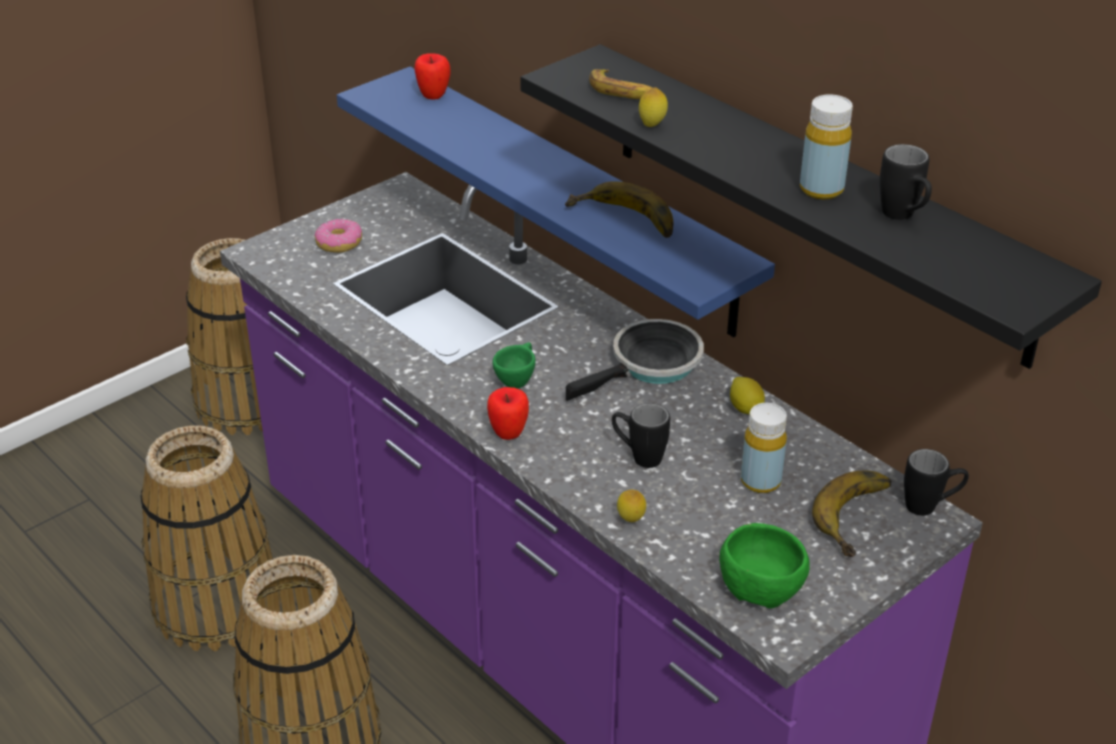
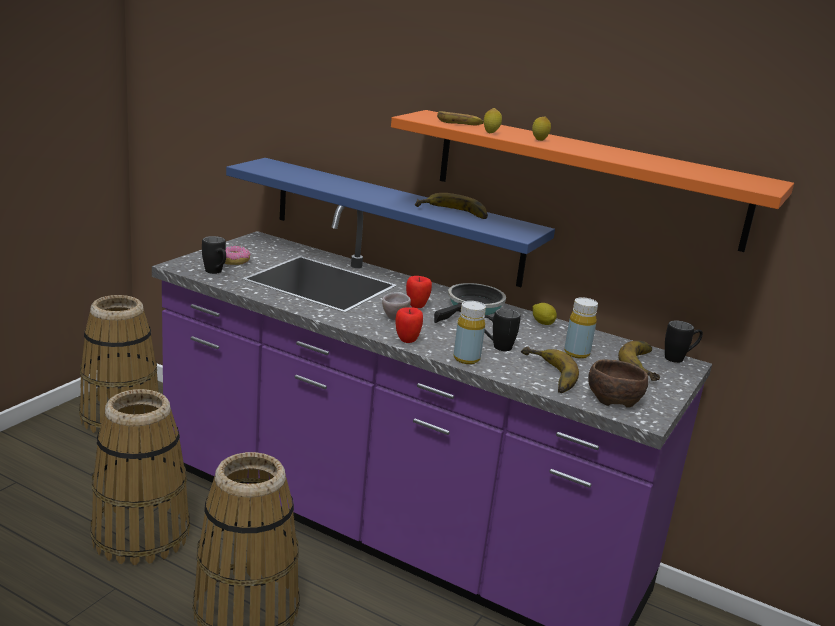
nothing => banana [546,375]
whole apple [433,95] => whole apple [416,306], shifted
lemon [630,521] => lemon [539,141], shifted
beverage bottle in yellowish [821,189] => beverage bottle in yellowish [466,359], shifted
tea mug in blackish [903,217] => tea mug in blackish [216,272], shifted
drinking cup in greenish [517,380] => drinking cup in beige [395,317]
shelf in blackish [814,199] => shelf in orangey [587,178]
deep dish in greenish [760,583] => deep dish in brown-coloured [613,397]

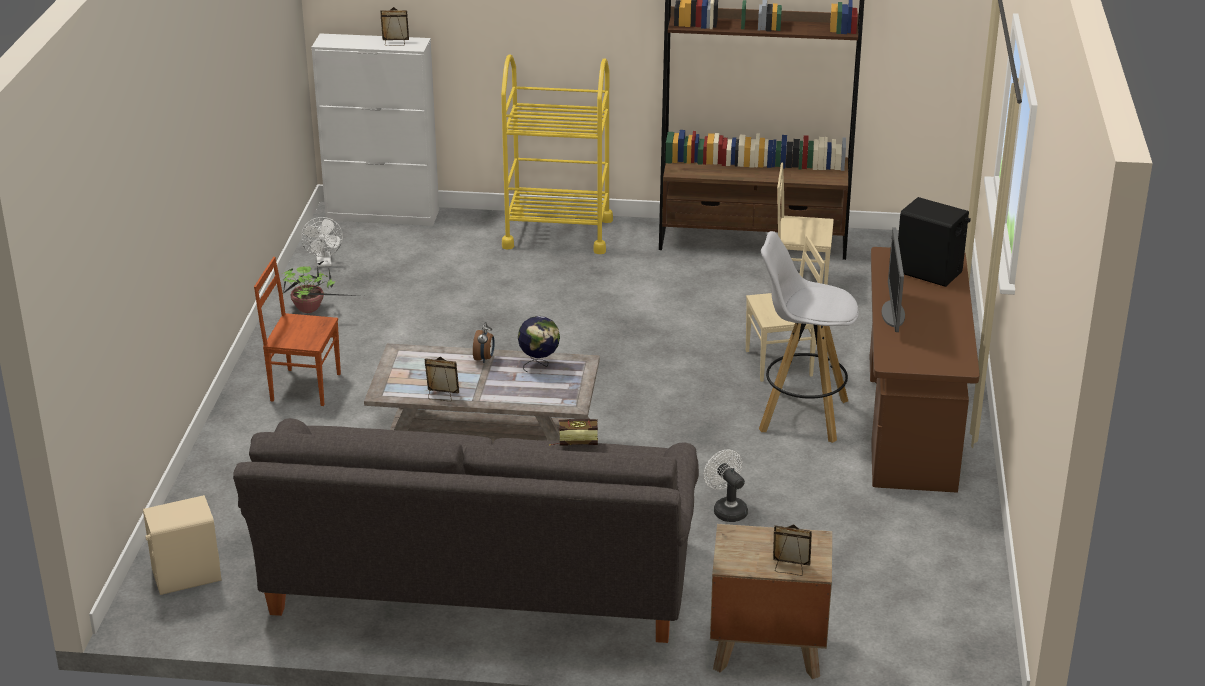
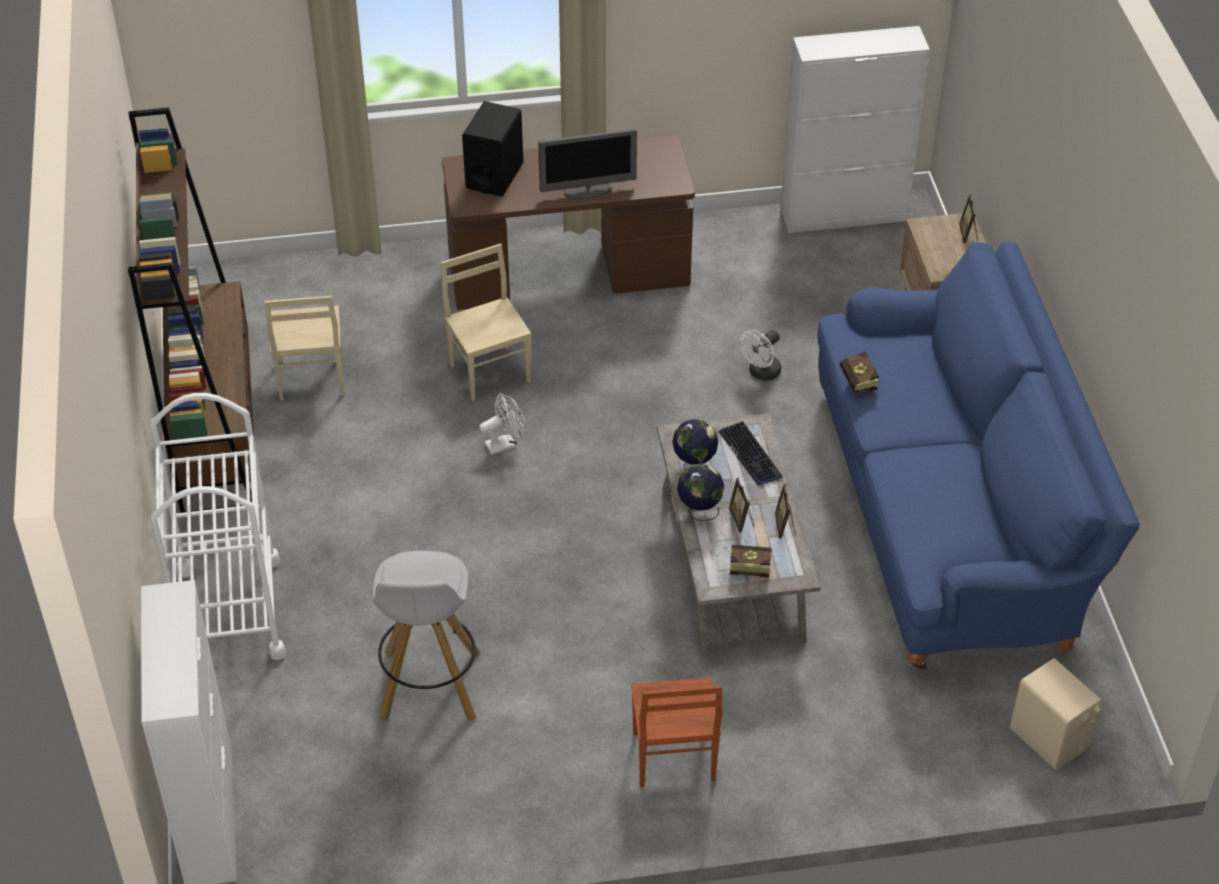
houseplant [310,310] => nothing
nothing => computer keyboard [750,454]
nothing => book [744,567]
nothing => cabinet in white-coloured [844,214]
electric fan in white-coloured [324,263] => electric fan in white-coloured [505,444], shifted
picture frame [395,43] => picture frame [742,520], shifted
sitting stool in white-coloured [801,415] => sitting stool in white-coloured [430,687], shifted
table clock [484,358] => world globe [699,511]
settee in grey [479,584] => settee in blue-coloured [949,514]
trolley in yellowish [558,233] => trolley in white-coloured [230,612]

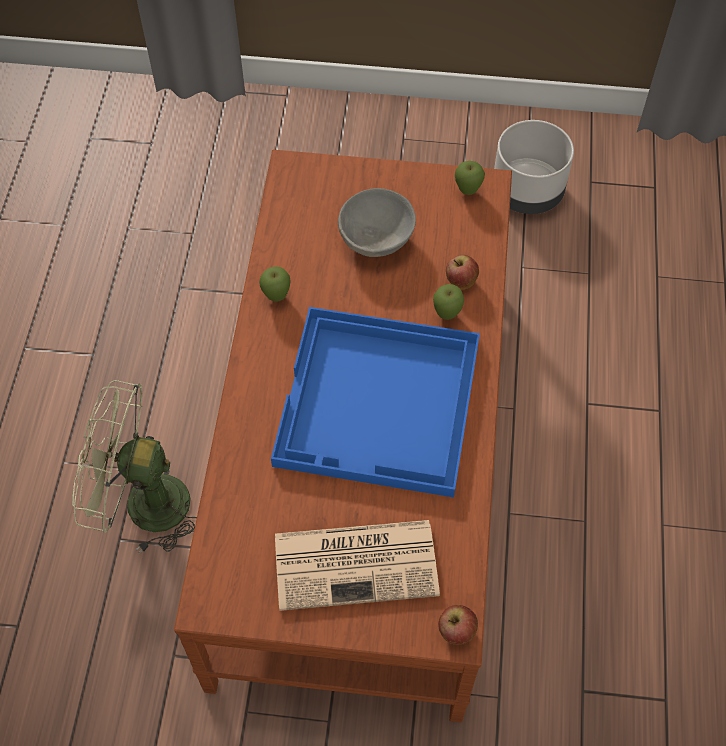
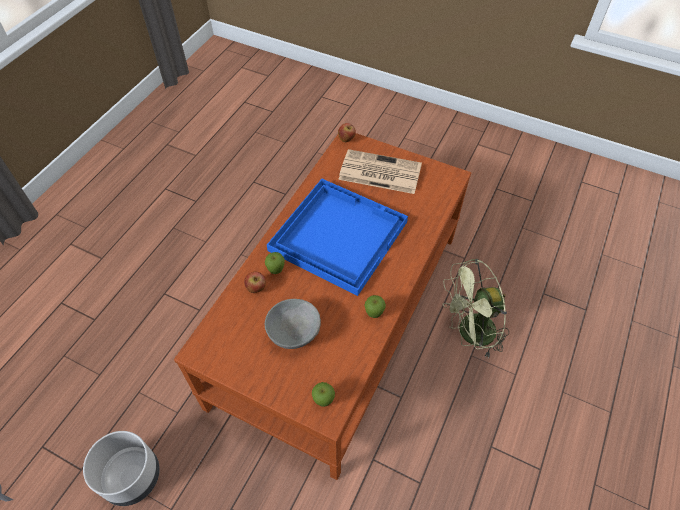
whole apple [467,191] => whole apple [323,401], shifted
electric fan in greenish [143,504] => electric fan in greenish [469,334], 135 degrees clockwise

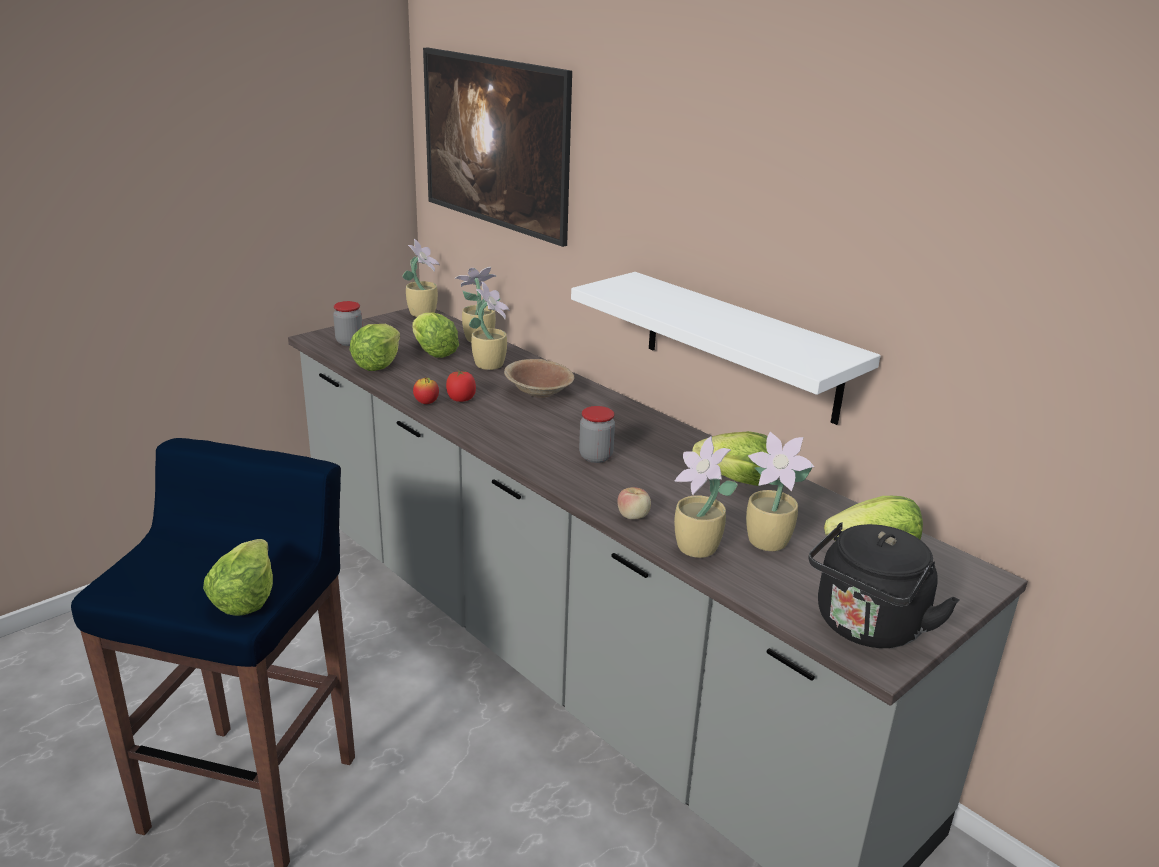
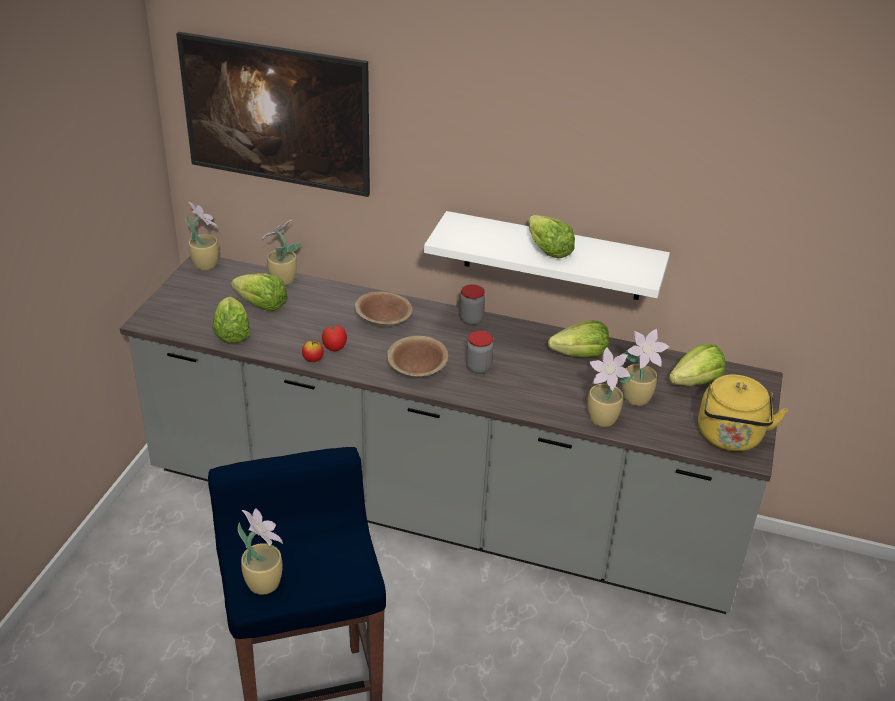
whole apple [633,516] => nothing
nothing => deep dish in brown-coloured [417,369]
head of lettuce [245,597] => head of lettuce [547,249], shifted
preserve jar [349,342] => preserve jar [471,319], shifted
houseplant [490,364] => houseplant [264,582], shifted
tea kettle in blackish [866,628] => tea kettle in yellowish [730,438]

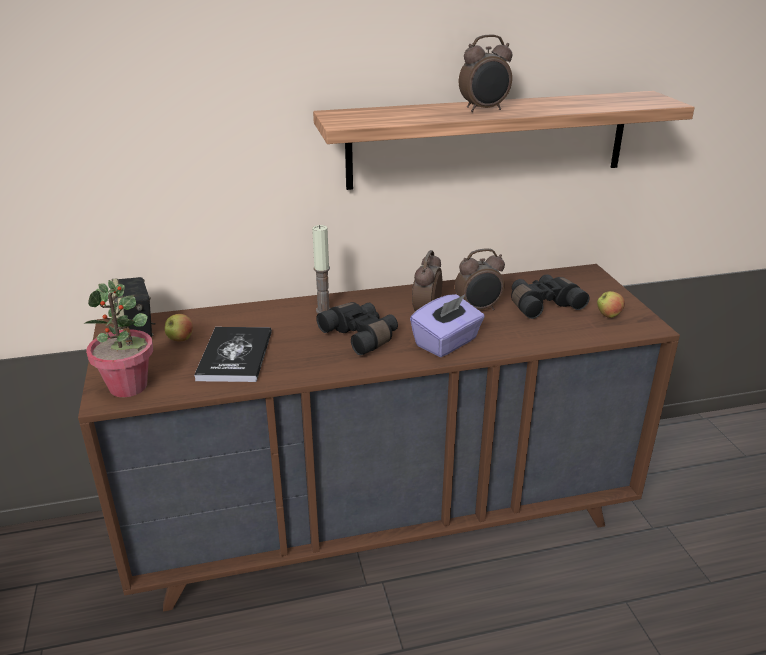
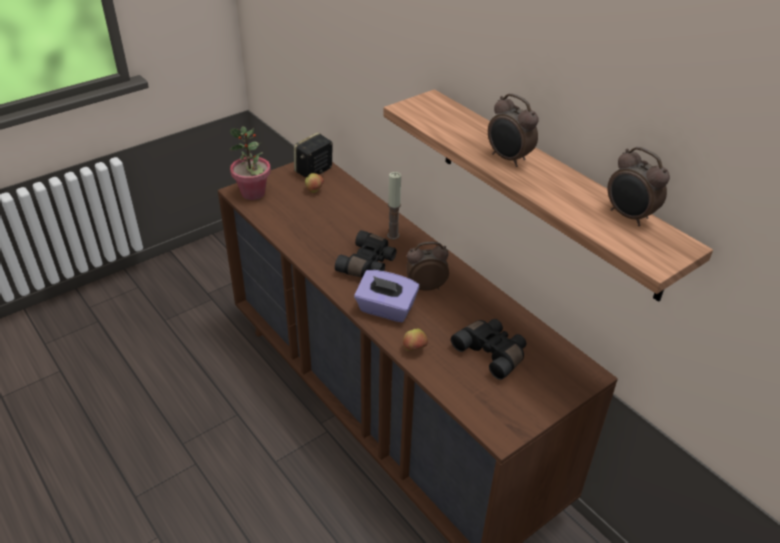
book [235,355] => nothing
table clock [478,309] => table clock [629,216], shifted
whole apple [608,316] => whole apple [414,349], shifted

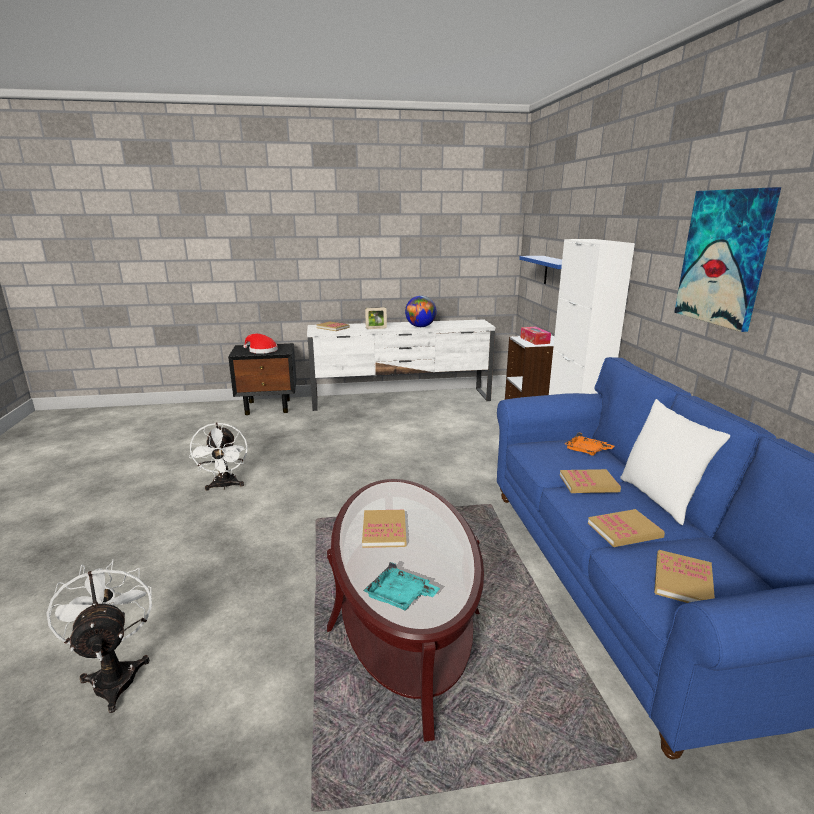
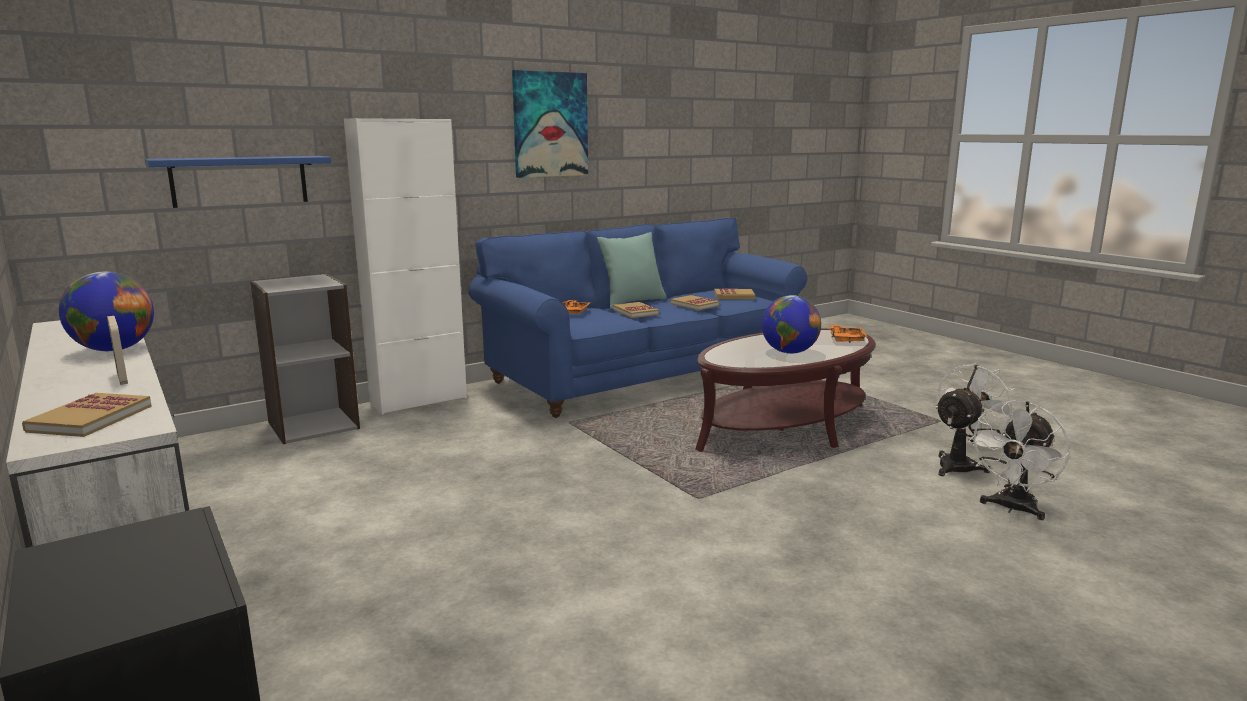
wearable hat in red [261,350] => nothing
tissue box [534,340] => nothing
electric fan in white-coloured [224,486] => electric fan in white-coloured [961,465], shifted
book [384,530] => world globe [789,352]
tray in blue-green [400,596] => tray in orangey [846,339]
pillow in white-coloured [660,498] => pillow in blue-green [632,302]

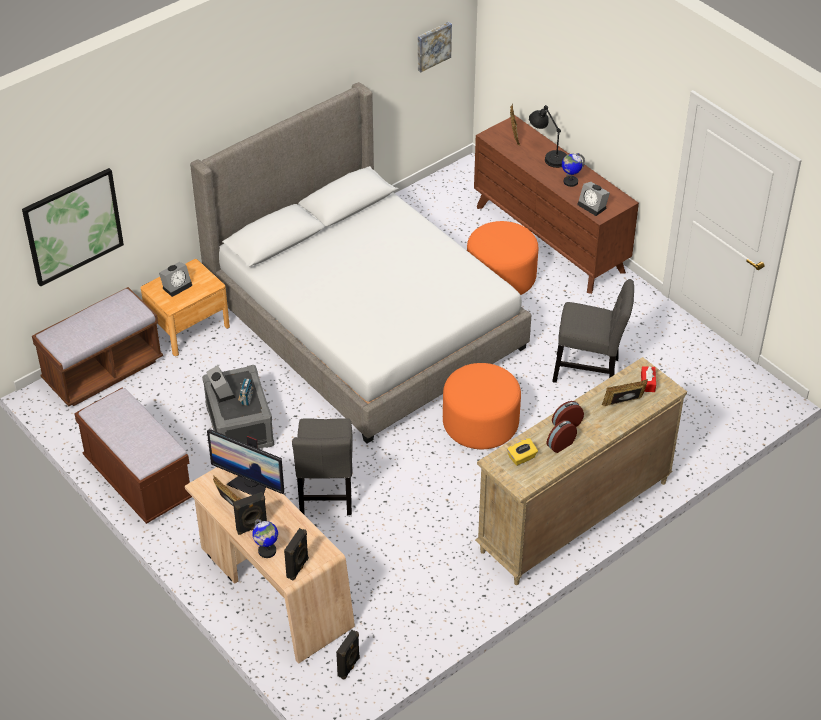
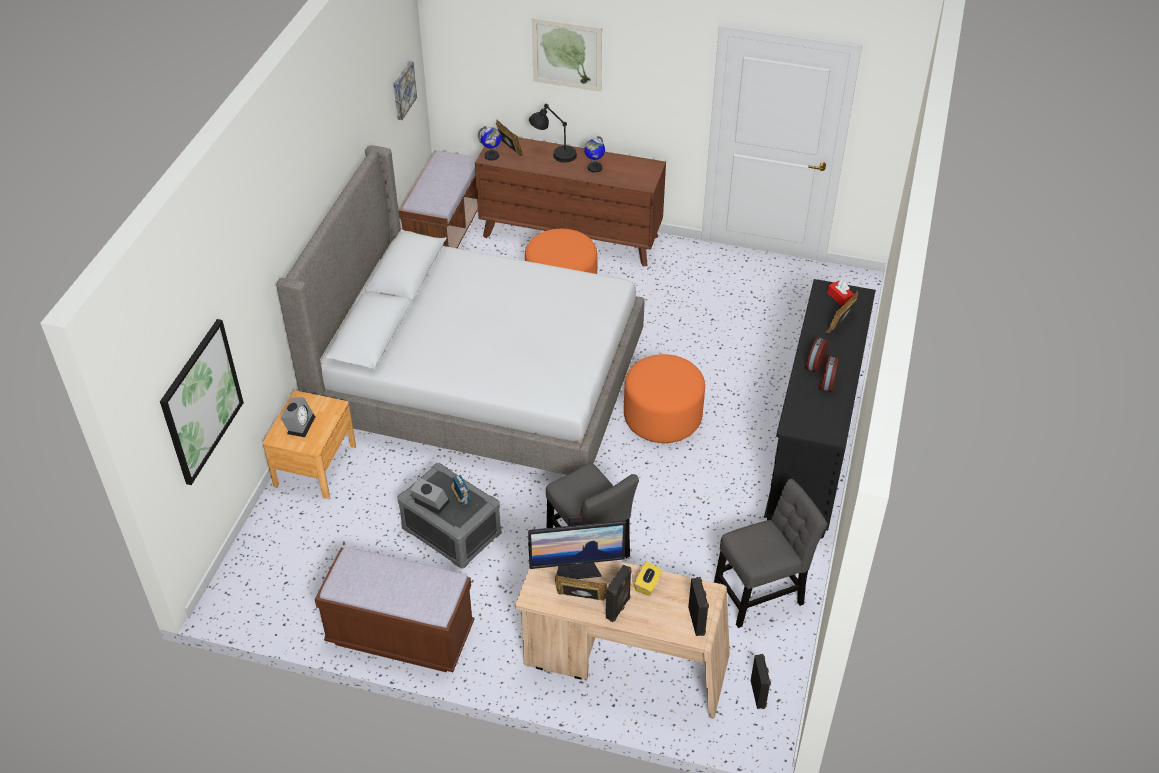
table clock [593,206] => nothing
nothing => picture [567,54]
bench in brown-coloured [103,371] => bench in brown-coloured [444,231], shifted
world globe [267,551] => world globe [491,156], shifted
tissue box in yellowish [522,458] => tissue box in yellowish [647,585], shifted
plain chair in grey [590,371] => plain chair in grey [762,594], shifted
dresser in beige [573,517] => dresser in blackish [810,455]

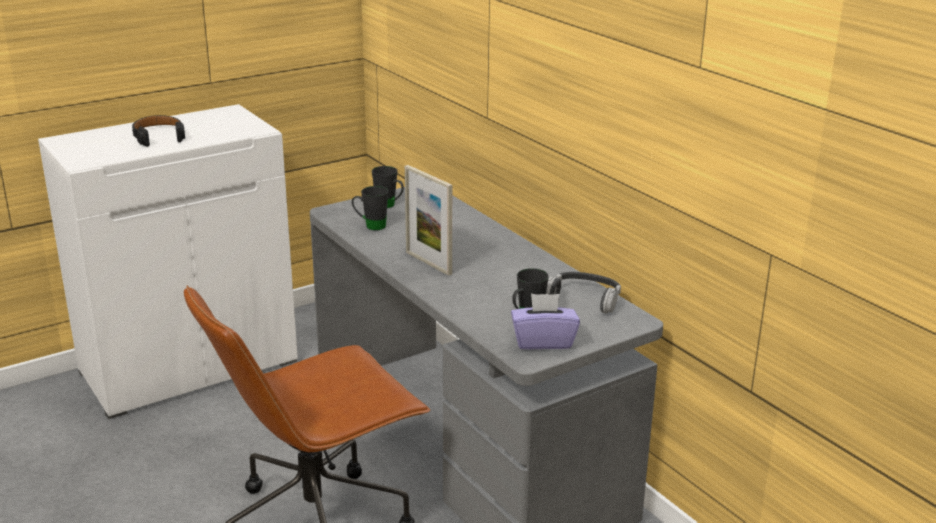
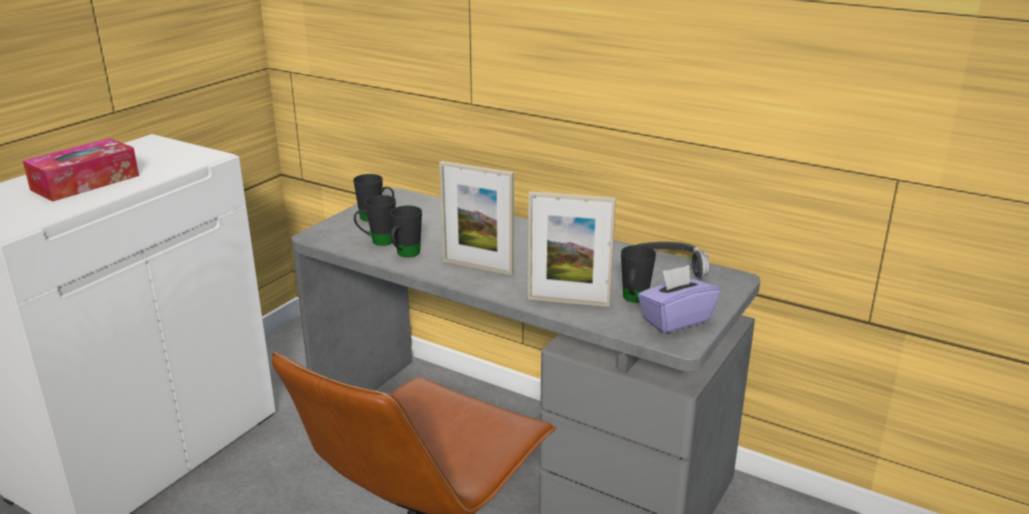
nothing => tea mug in blackish [405,255]
nothing => picture frame [568,301]
pair of headphones in blackish [158,136] => tissue box [85,182]

